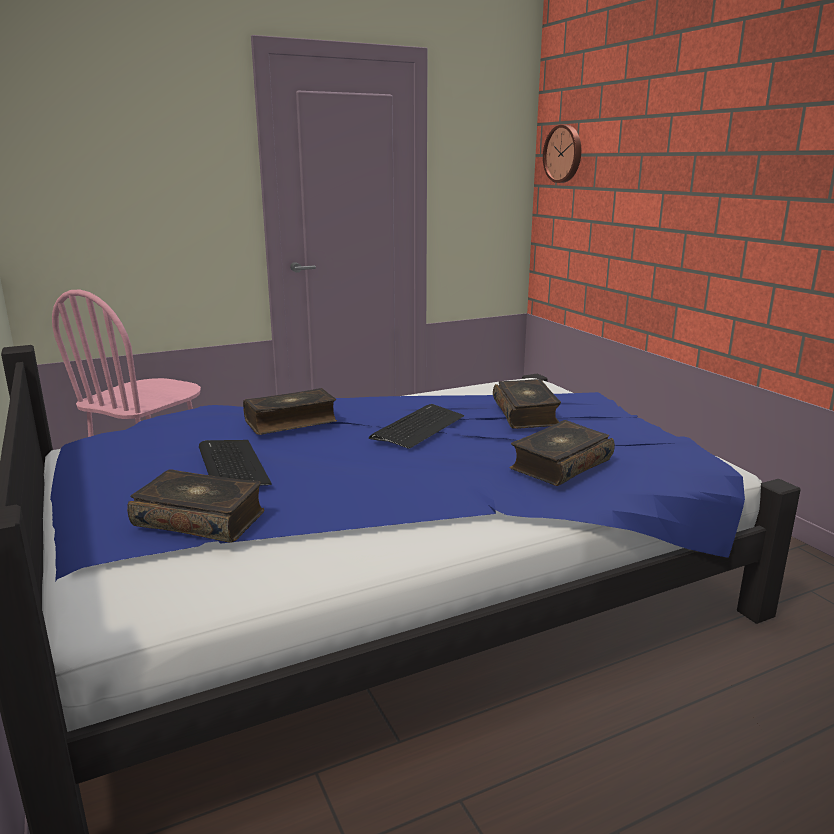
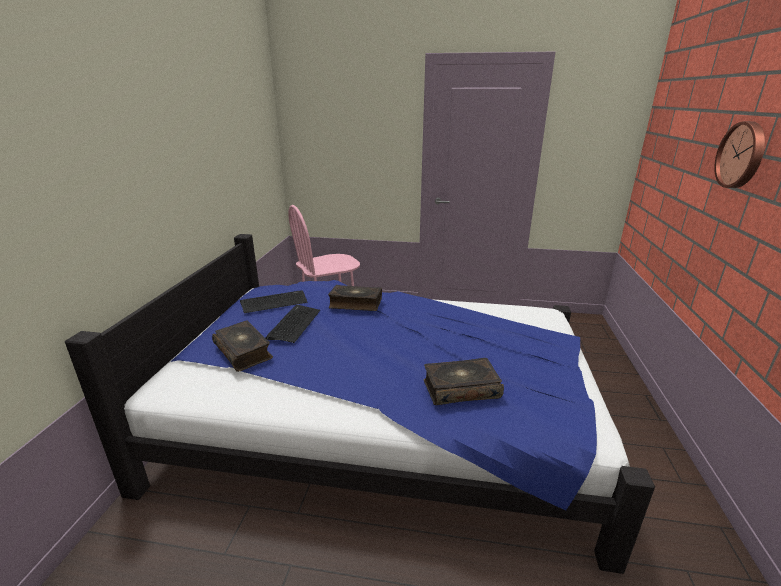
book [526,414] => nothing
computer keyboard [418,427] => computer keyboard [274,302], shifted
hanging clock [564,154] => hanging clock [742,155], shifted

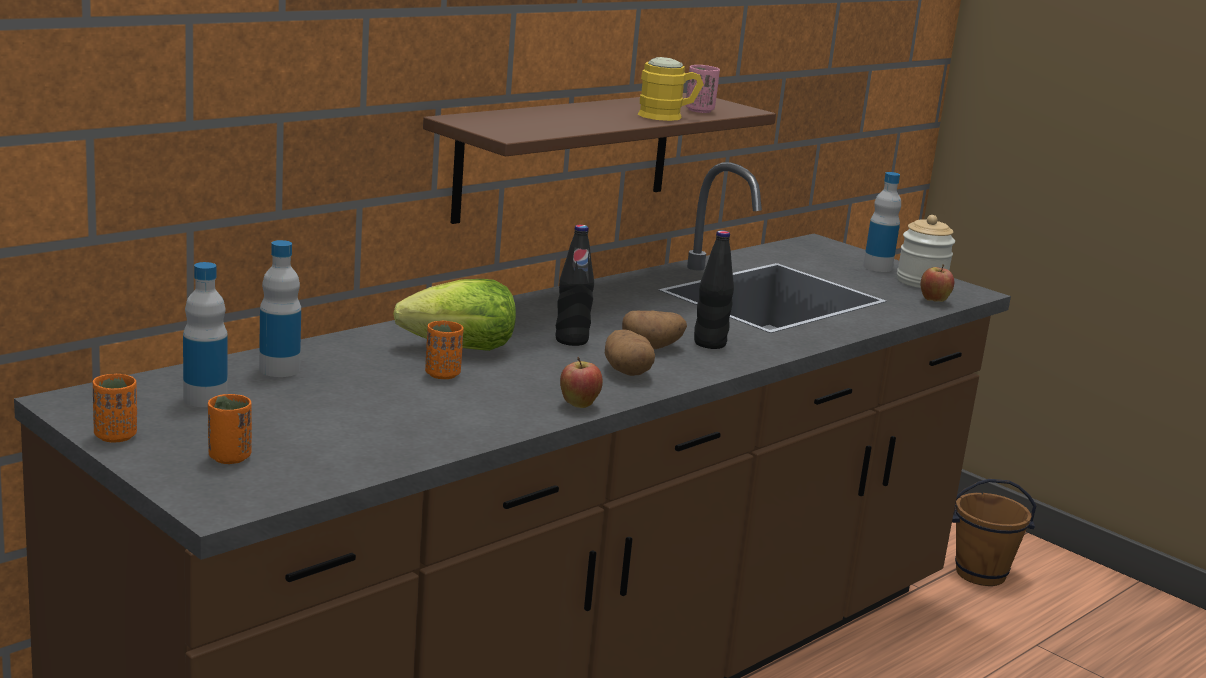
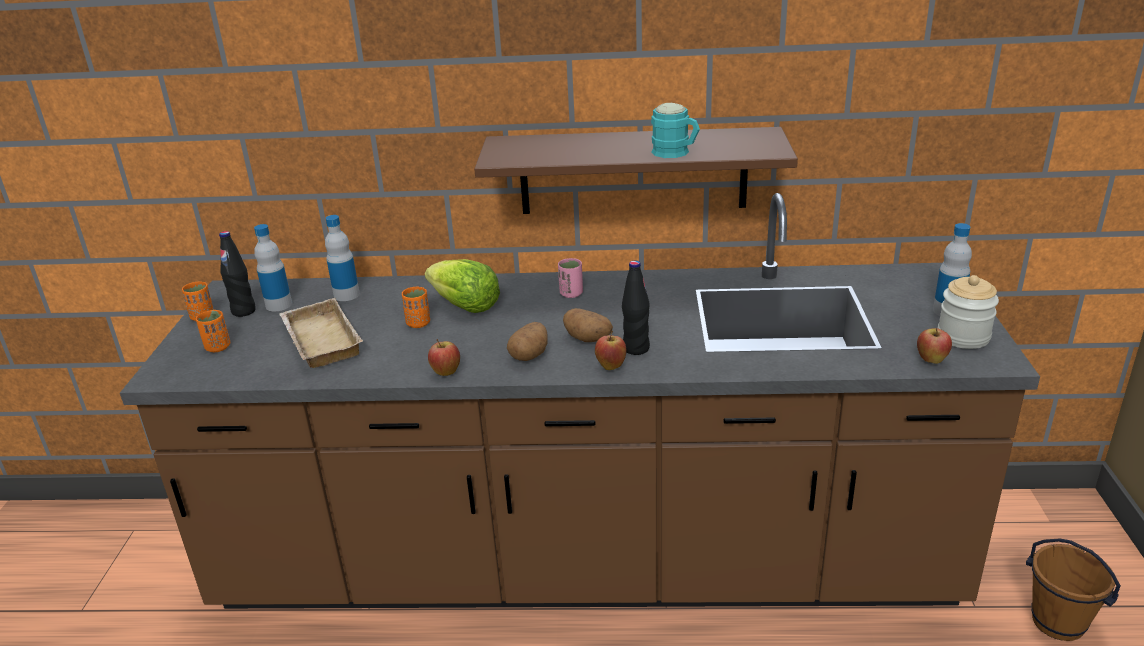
nothing => tray in beige [318,340]
nothing => whole apple [611,366]
beverage bottle in blackish [571,340] => beverage bottle in blackish [244,311], shifted
drinking cup in pink-coloured [699,110] => drinking cup in pink-coloured [571,294], shifted
tea mug in yellowish [668,116] => tea mug in blue-green [676,153]

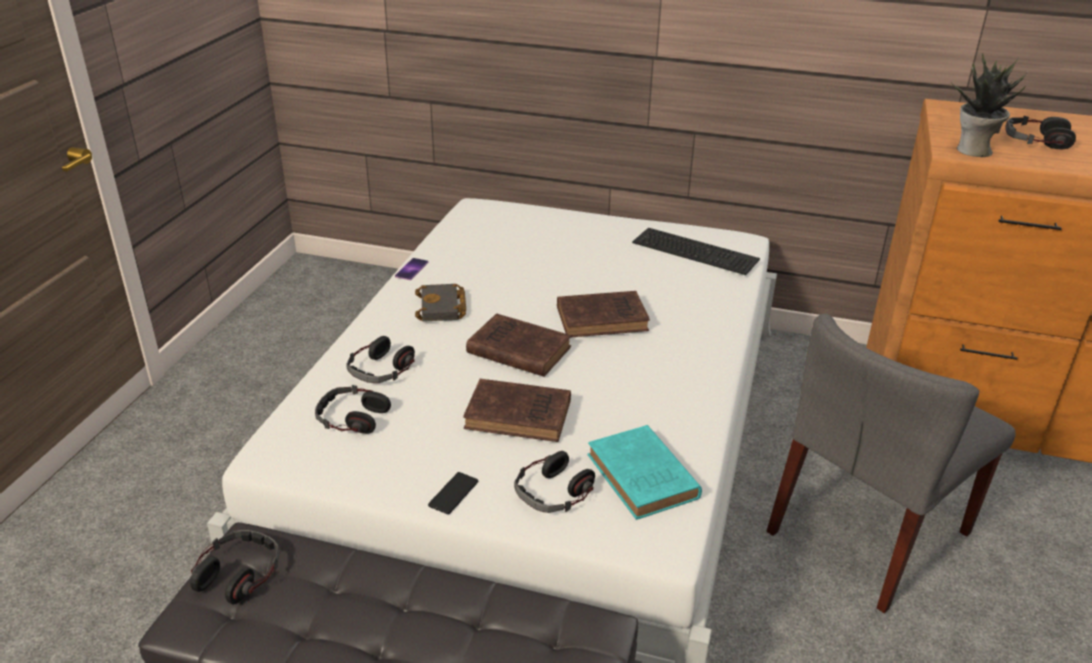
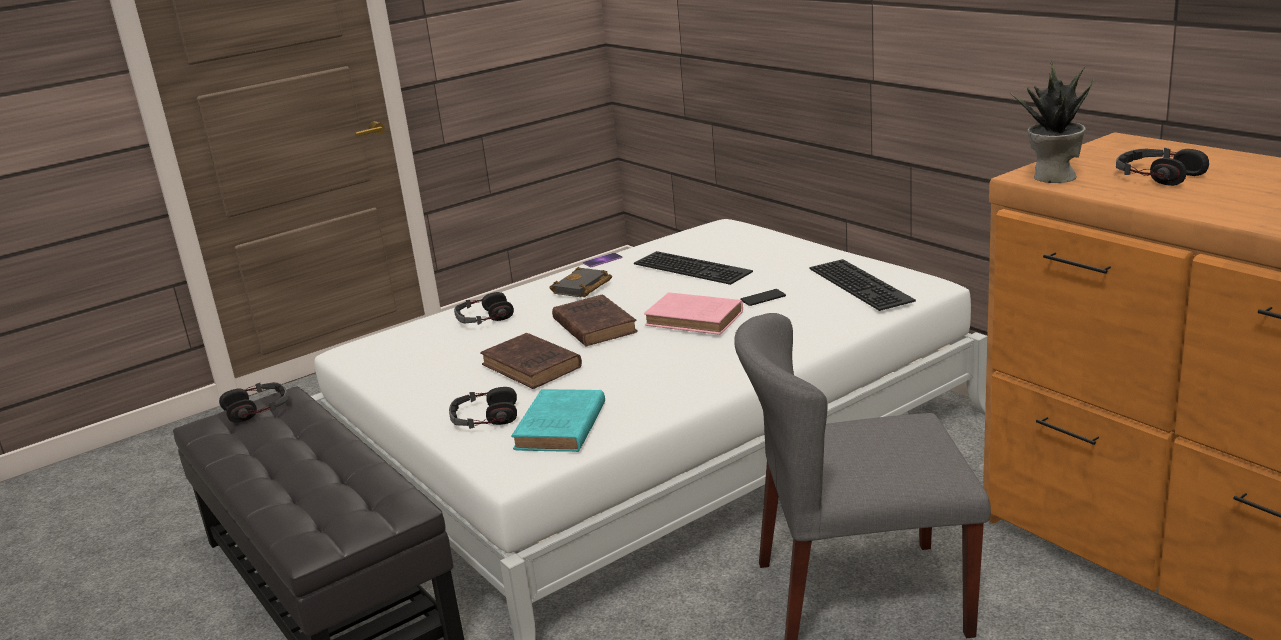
pair of headphones [352,418] => nothing
nothing => computer keyboard [694,267]
handset [453,493] => handset [763,298], shifted
book in brown-coloured [604,319] => book in pink-coloured [696,319]

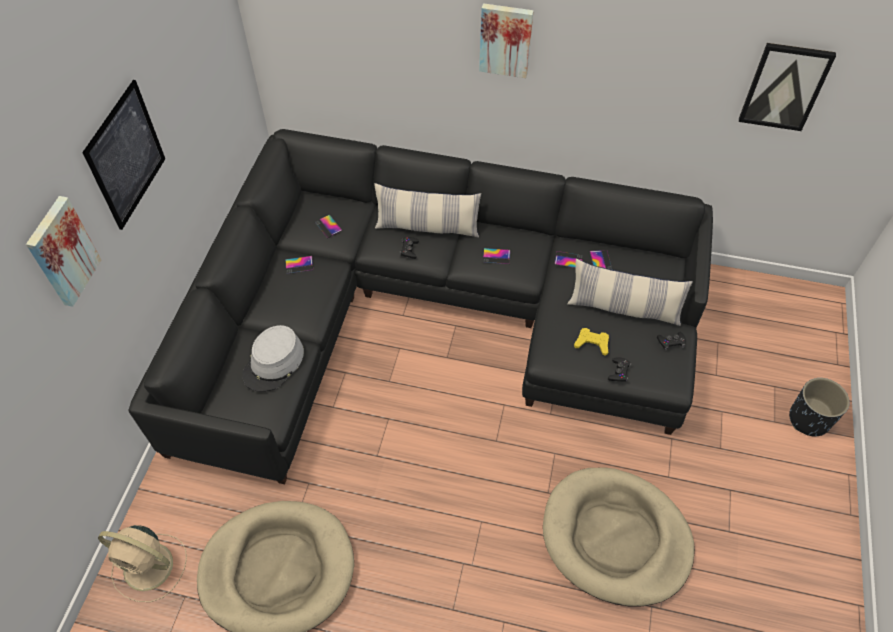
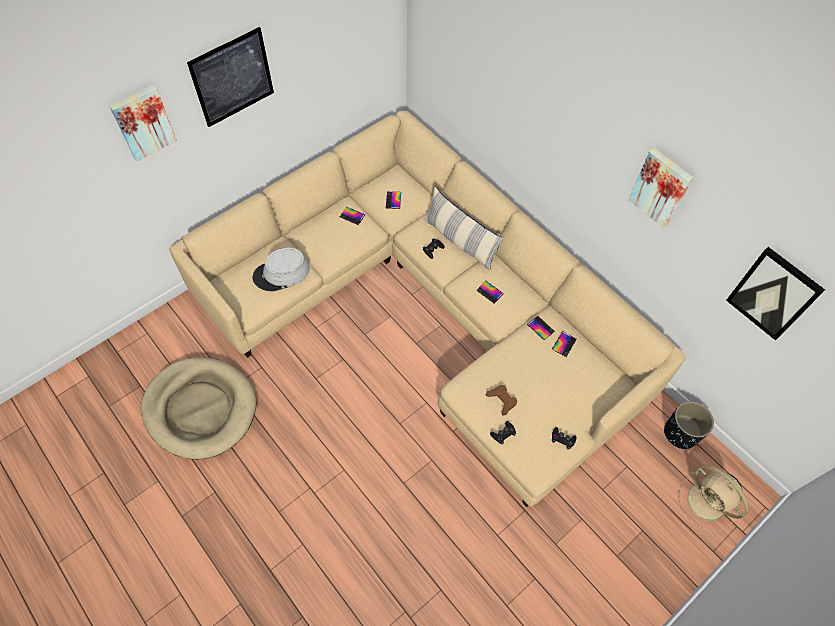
pet bed in beige [615,538] => nothing
pillow [624,308] => nothing
electric fan in beige [150,567] => electric fan in beige [708,503], shifted
picture [505,39] => picture [661,187], shifted
flower pot in blackish [809,419] => flower pot in blackish [680,433], shifted
settee in blackish [431,314] => settee in beige [431,306]
game controller in yellowish [592,343] => game controller in brown-coloured [502,400]

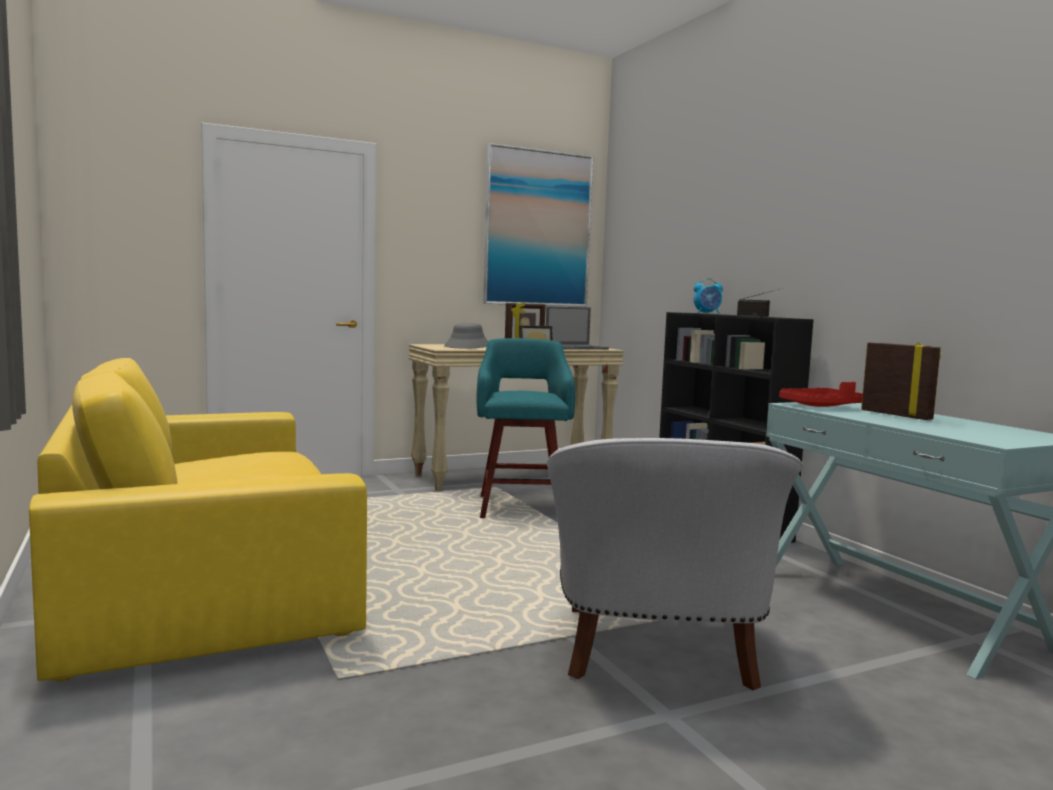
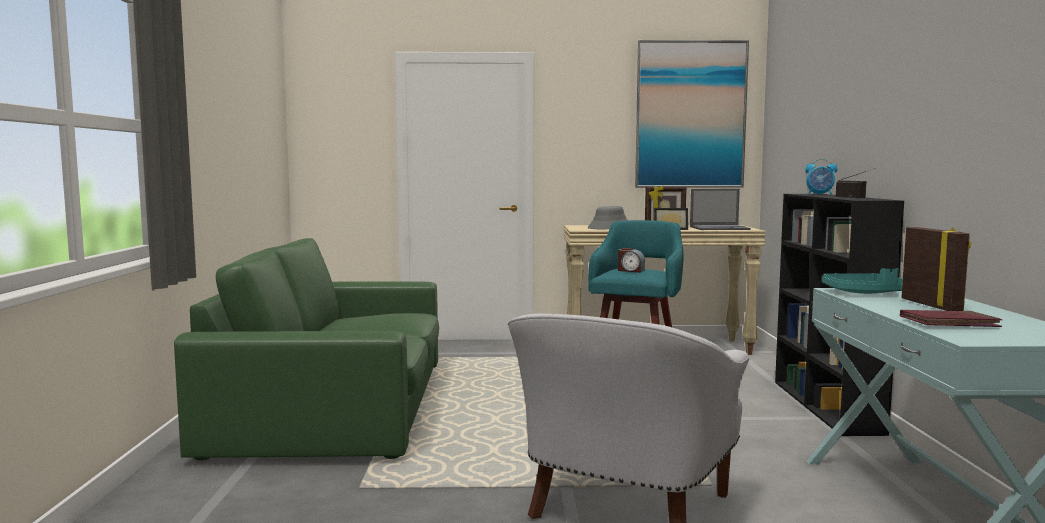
nothing => table clock [630,270]
nothing => book in red [949,323]
settee in yellowish [204,579] => settee in greenish [337,407]
tray in red [821,406] => tray in blue-green [865,293]

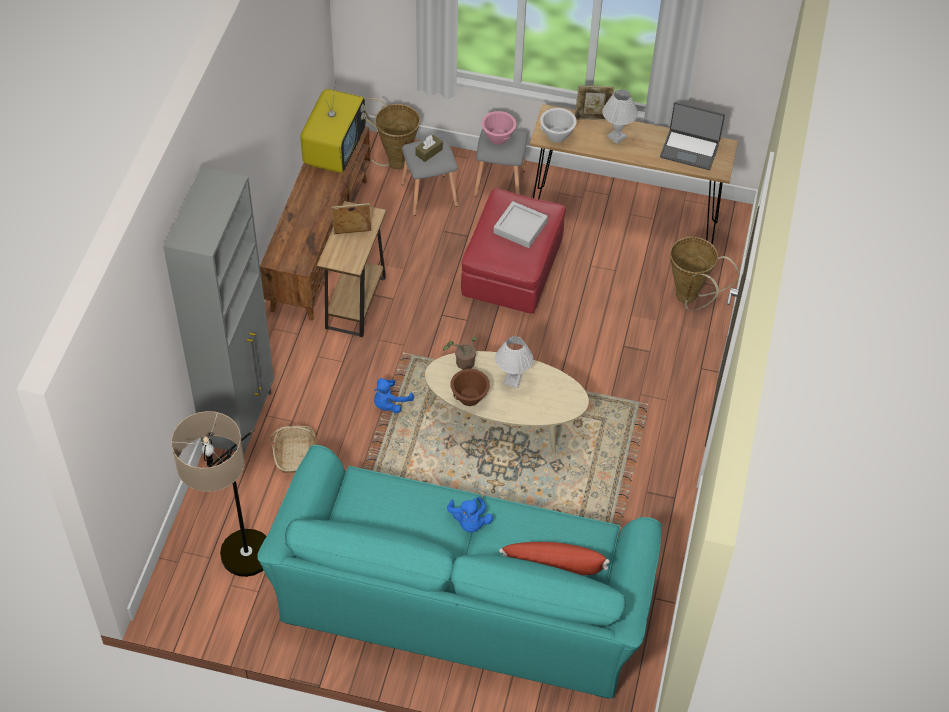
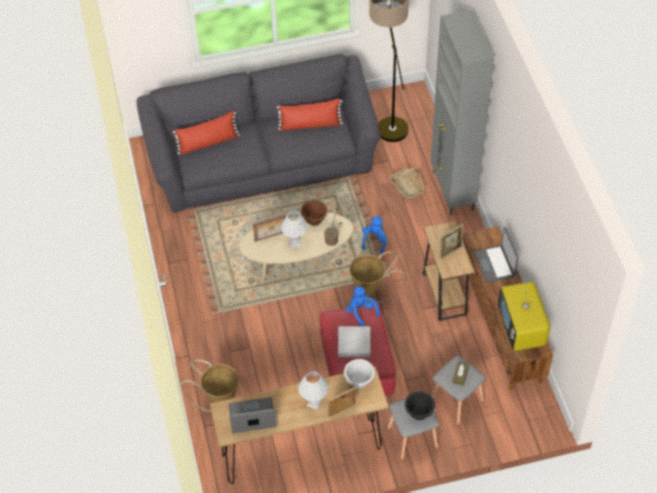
nothing => picture frame [271,237]
nothing => pillow in red [310,125]
nothing => laptop [495,264]
storage basket [393,161] => storage basket [371,296], shifted
plush toy in blue-coloured [469,522] => plush toy in blue-coloured [361,312], shifted
settee in blue-green [462,596] => settee in grey [262,160]
deep dish in pink-coloured [498,138] => deep dish in blackish [419,413]

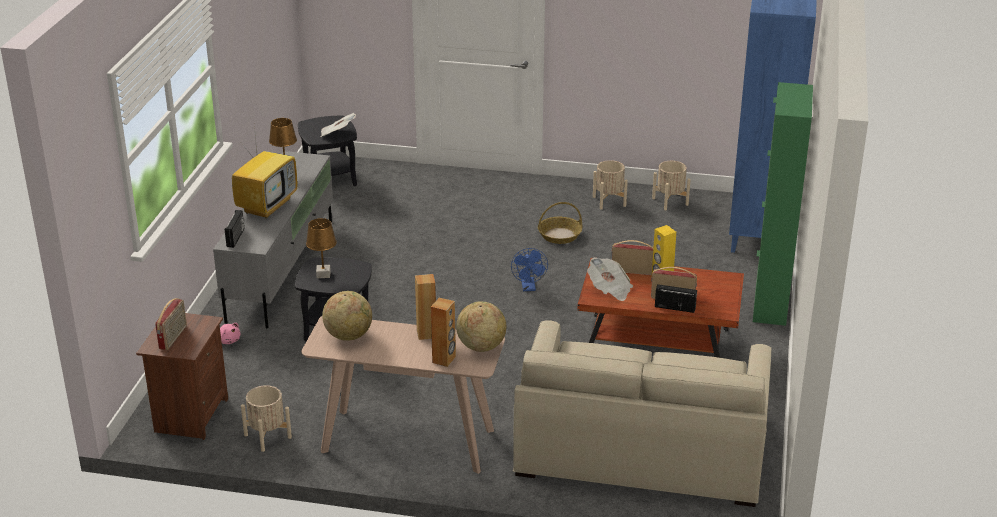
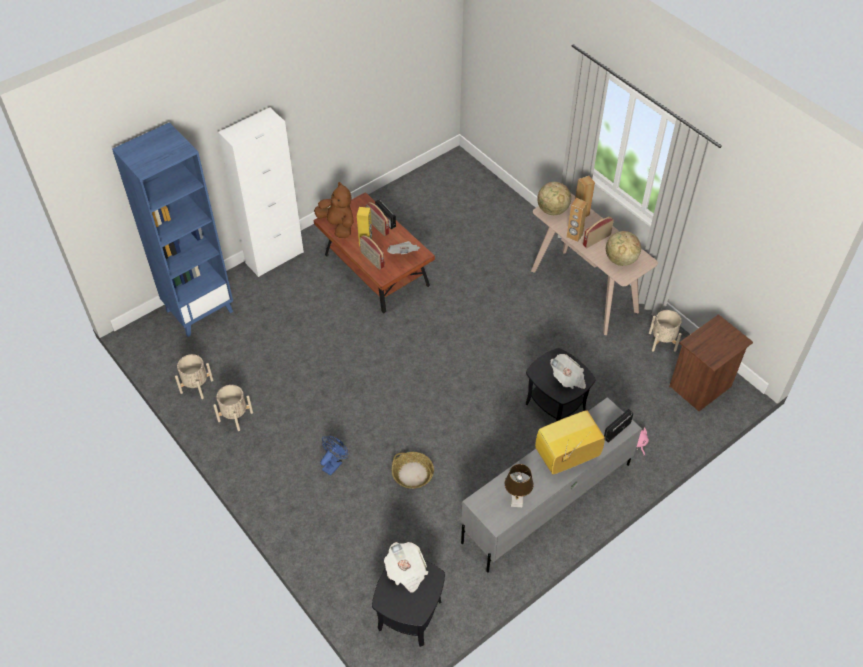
settee in beige [640,447] => nothing
nothing => plush toy in brown-coloured [338,225]
radio set [173,337] => radio set [596,240], shifted
electric fan in blue-coloured [529,287] => electric fan in blue-coloured [334,464], shifted
storage basket [560,235] => storage basket [412,474], shifted
tabletop lamp in brown-coloured [323,275] => printed paper [568,379]
cabinet in greenish [770,304] => cabinet in white-coloured [274,257]

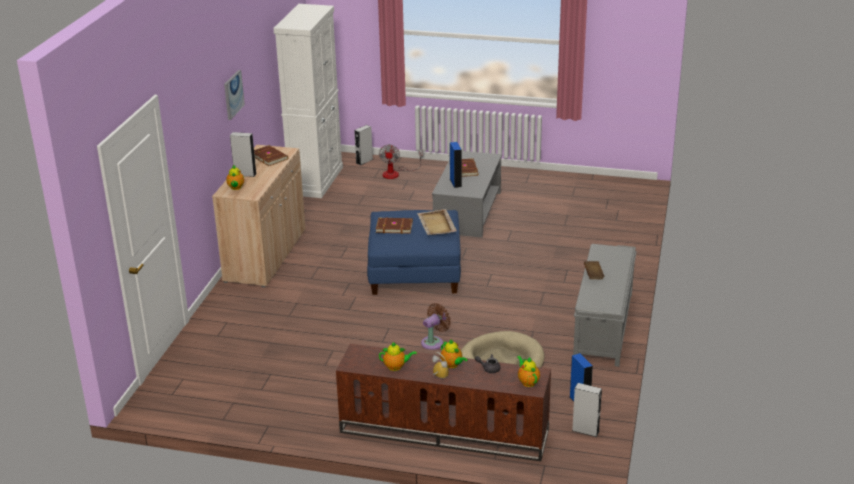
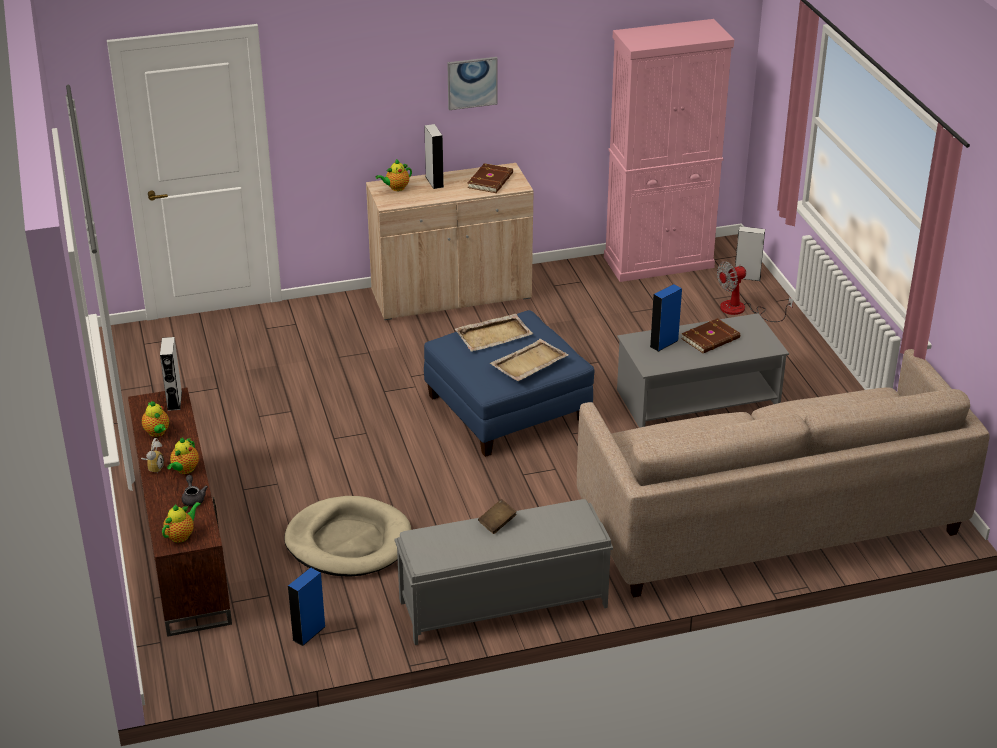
electric fan in brown-coloured [434,342] => nothing
nothing => settee in beige [769,520]
loudspeaker in grey [585,431] => loudspeaker in grey [174,400], shifted
book in brown-coloured [394,227] => tray in beige [494,335]
cabinet in white-coloured [316,180] => cabinet in pink-coloured [659,262]

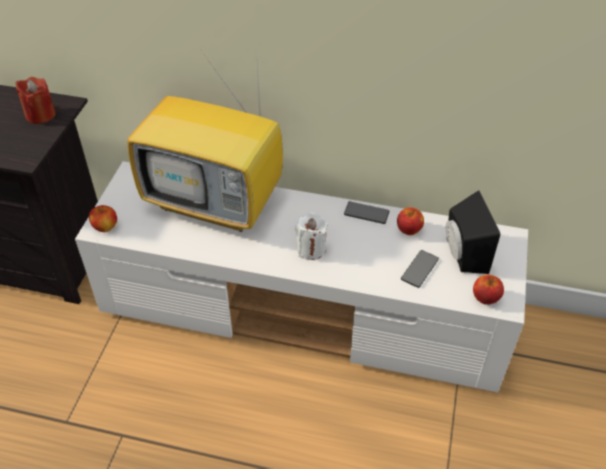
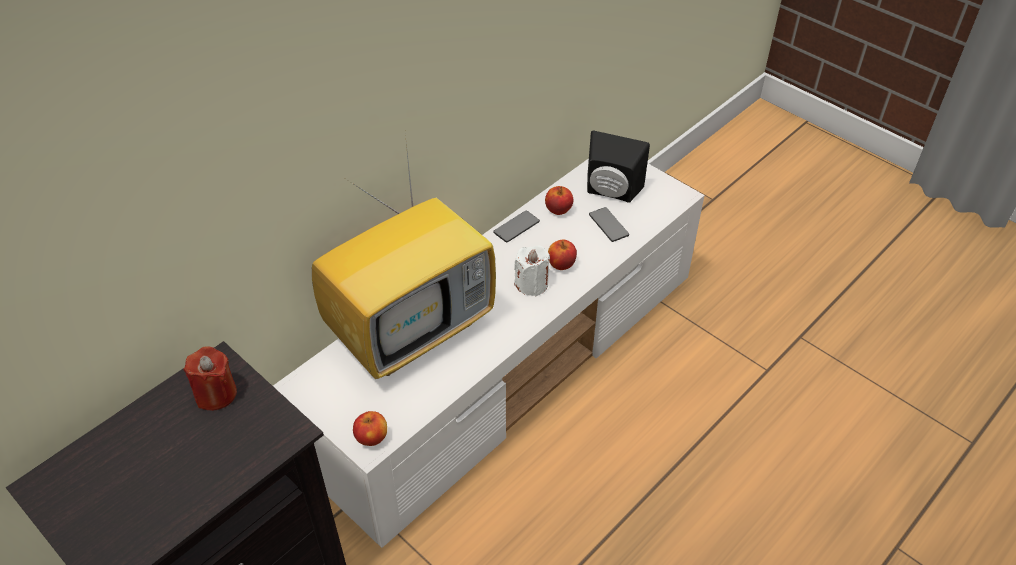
whole apple [485,298] => whole apple [561,264], shifted

